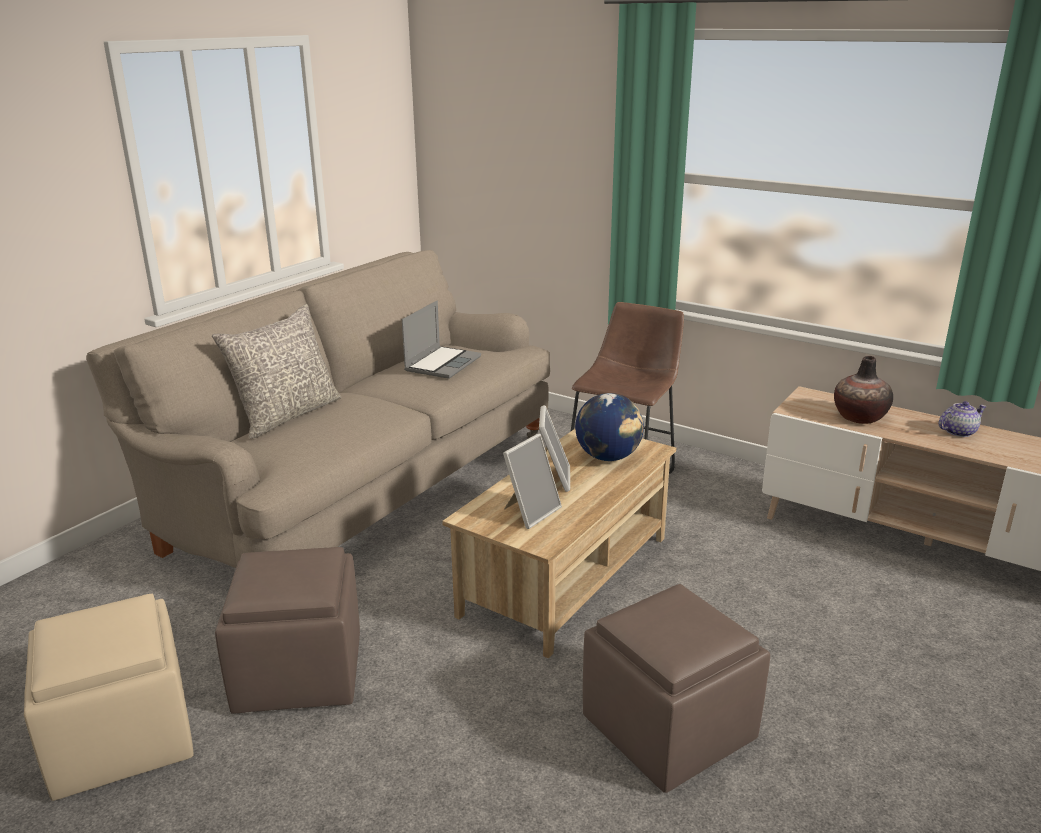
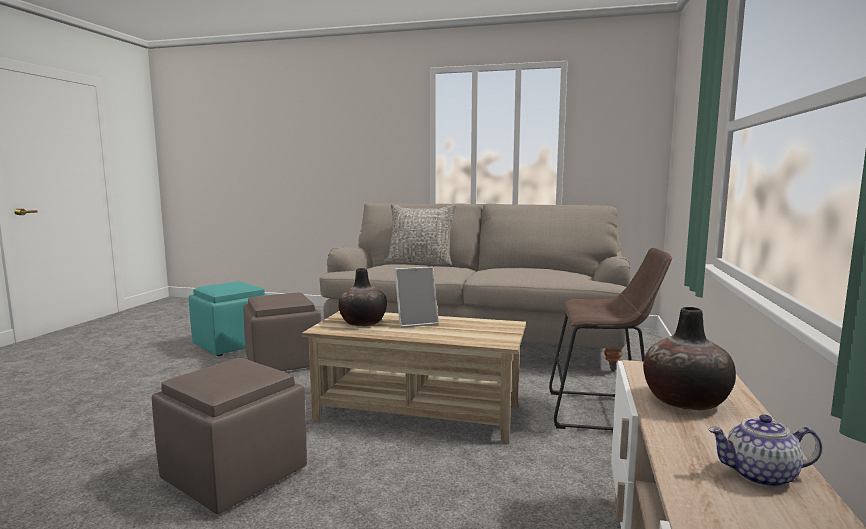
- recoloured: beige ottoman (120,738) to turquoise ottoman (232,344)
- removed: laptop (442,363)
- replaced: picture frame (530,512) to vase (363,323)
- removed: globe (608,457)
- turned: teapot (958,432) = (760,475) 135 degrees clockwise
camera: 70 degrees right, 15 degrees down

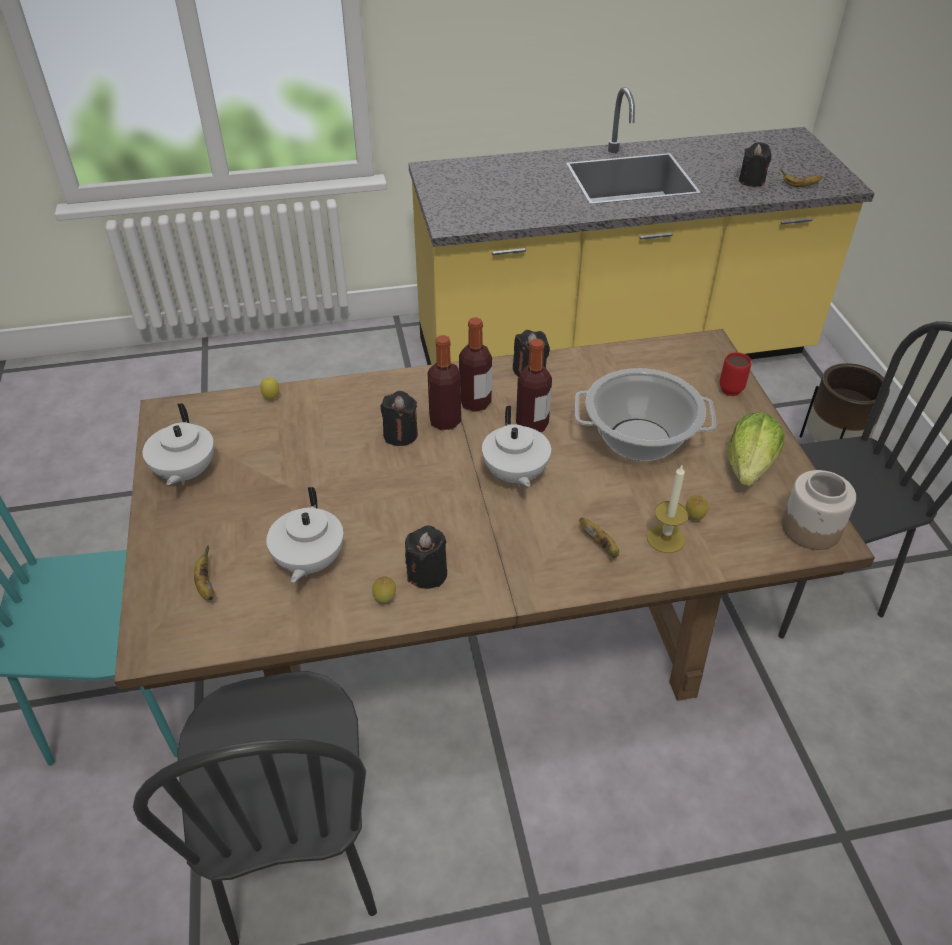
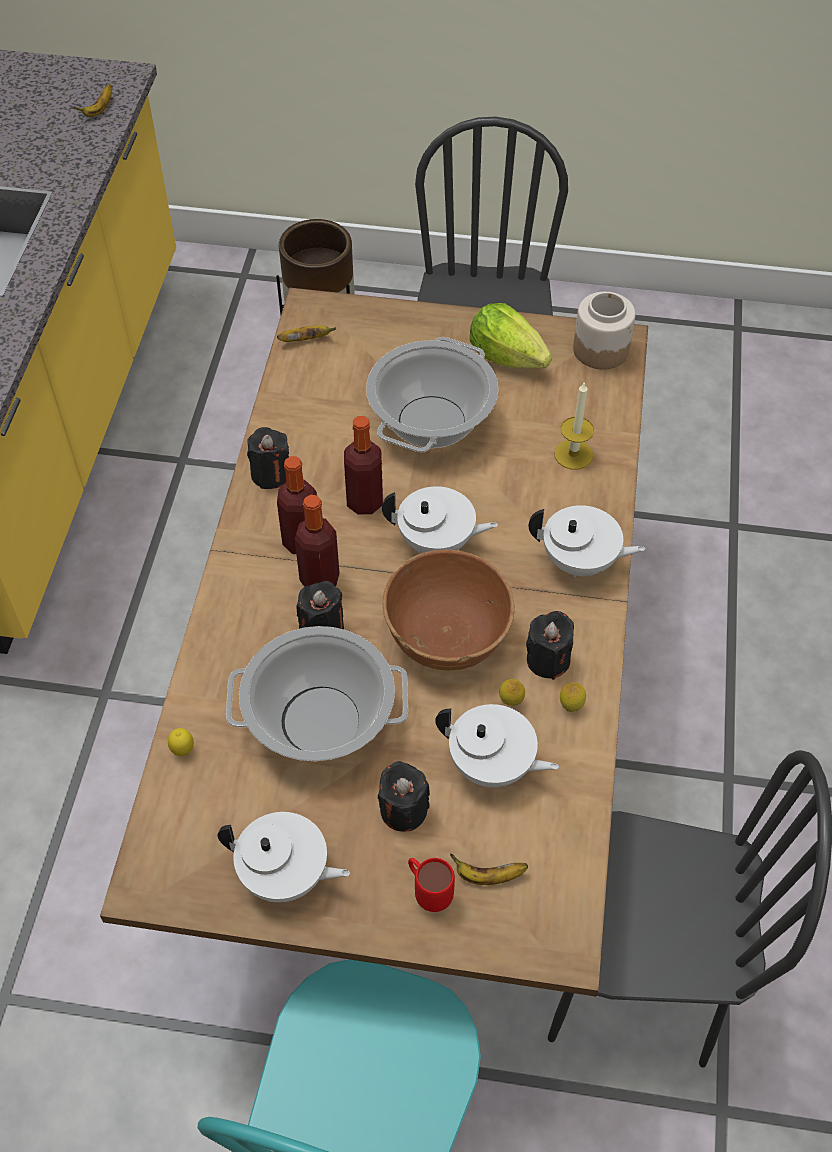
- moved: banana (600,545) to (306,340)
- moved: lemon (694,518) to (511,701)
- moved: red mug (732,387) to (428,892)
- moved: black candle (751,181) to (403,810)
- added: cooking pot (319,722)
- added: brown bowl (447,636)
- added: white teapot (580,562)
camera: 70 degrees left, 10 degrees up

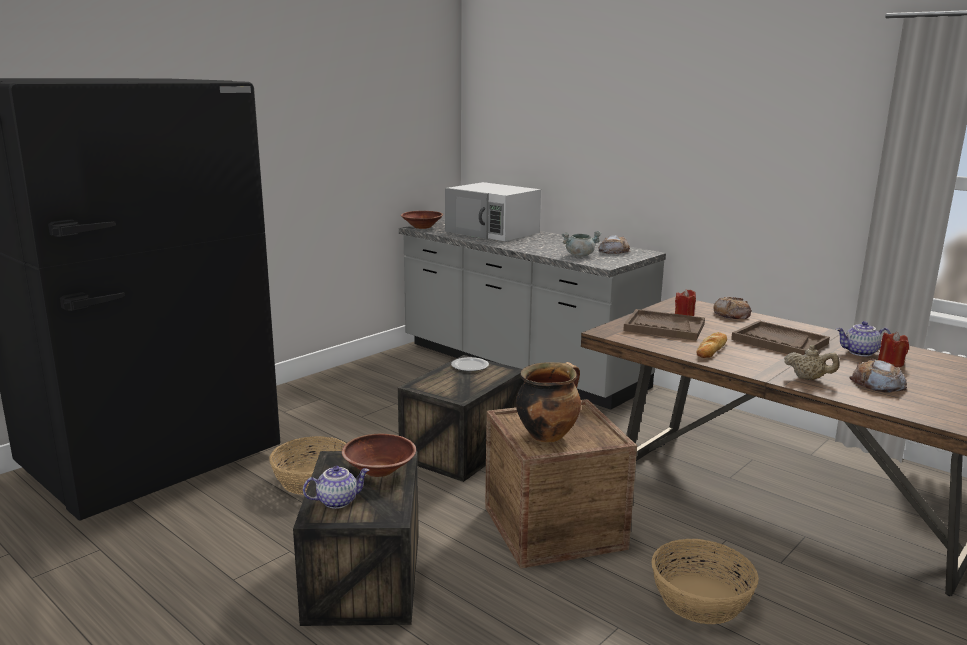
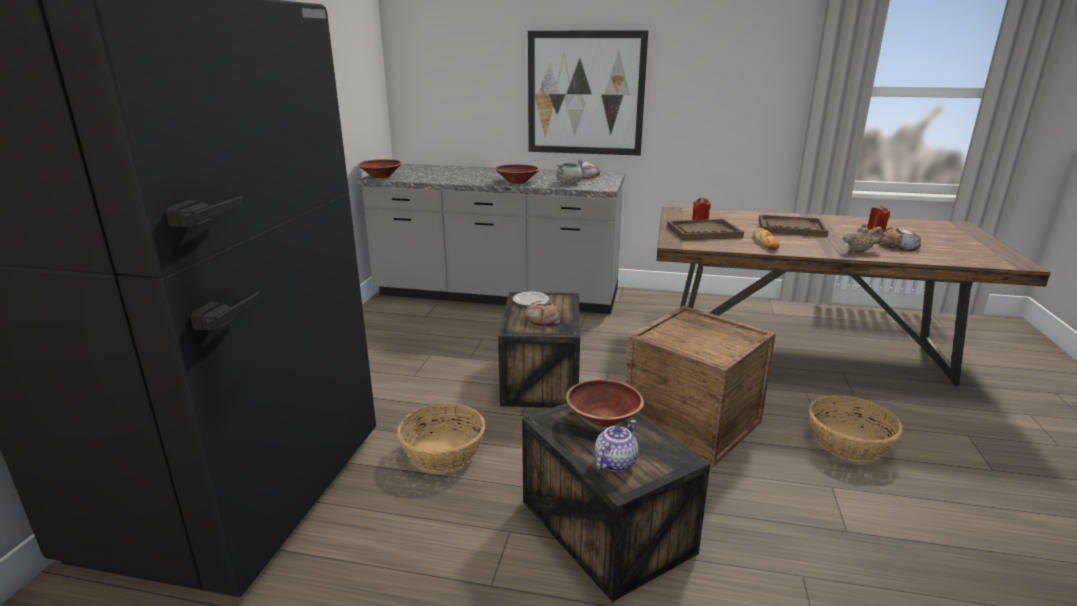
- removed: white microwave (493,232)
- removed: cooking pot (547,435)
- moved: bread (731,314) to (542,319)
- removed: teapot (860,353)
- added: brown bowl (517,182)
- added: picture (585,94)
camera: 30 degrees left, 5 degrees up

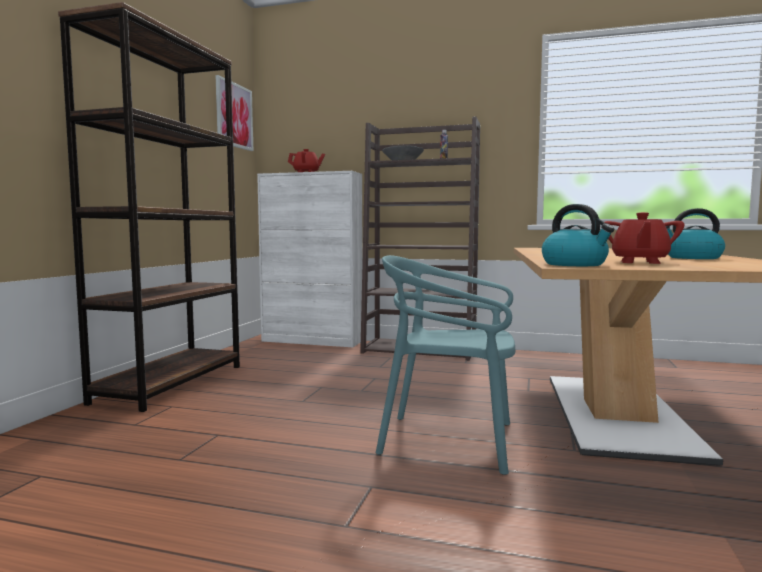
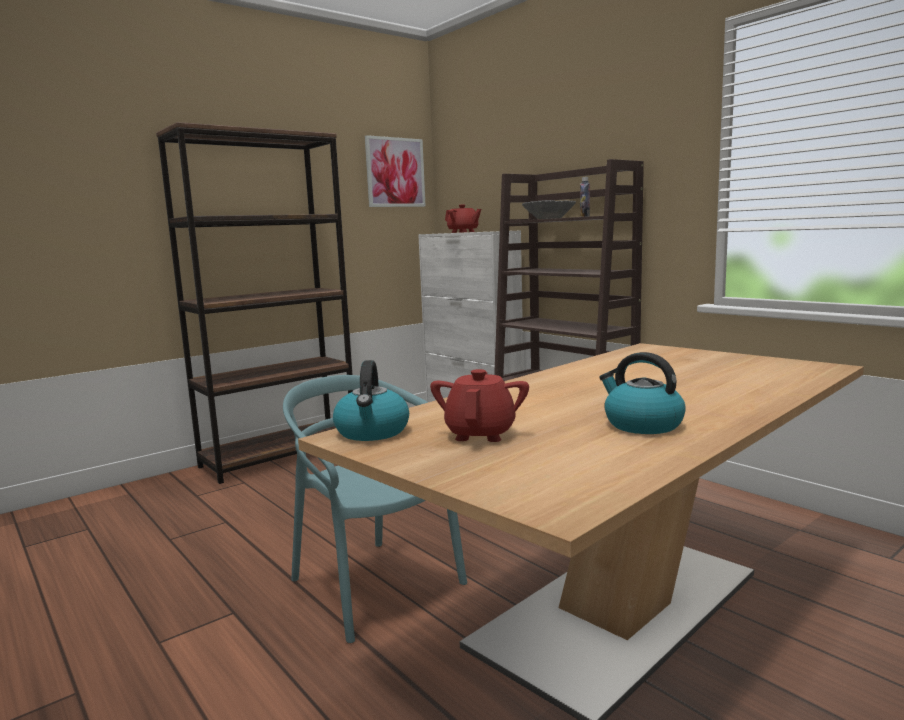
- turned: red teapot (639,262) = (480,434) 135 degrees clockwise
camera: 35 degrees right, 5 degrees up

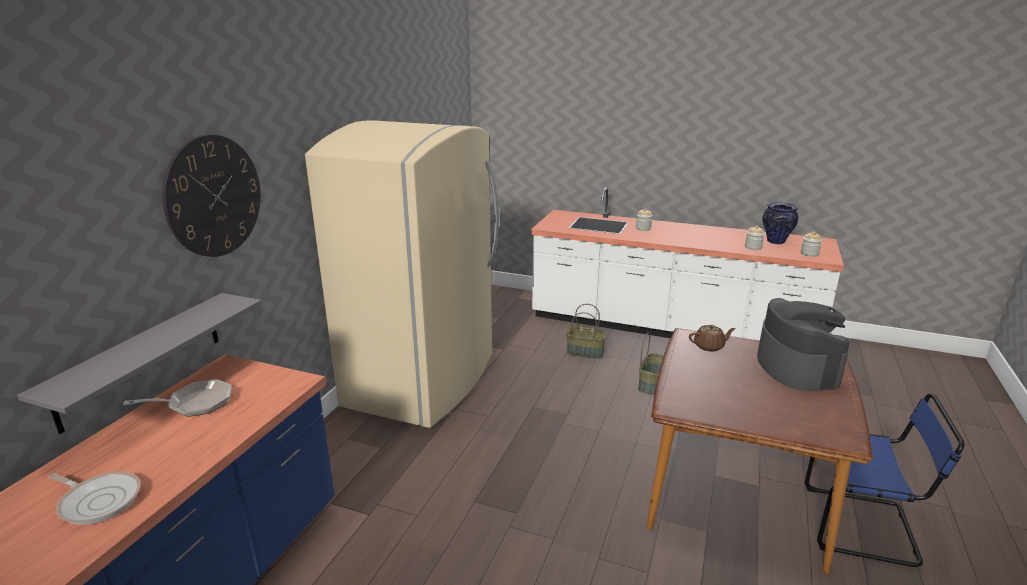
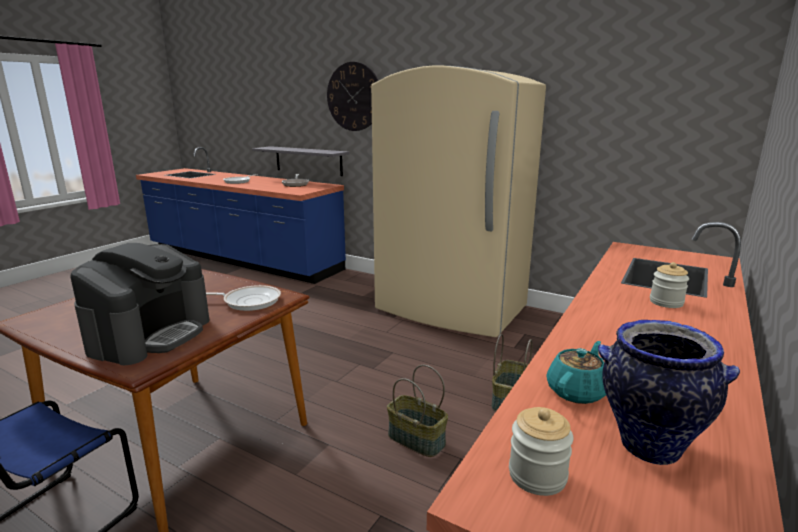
- replaced: brown teapot (709,346) to frying pan (249,301)
- replaced: jar (753,247) to turquoise teapot (577,391)
- turned: coffee machine (796,367) = (150,335) 75 degrees counterclockwise
camera: 100 degrees right, 5 degrees down

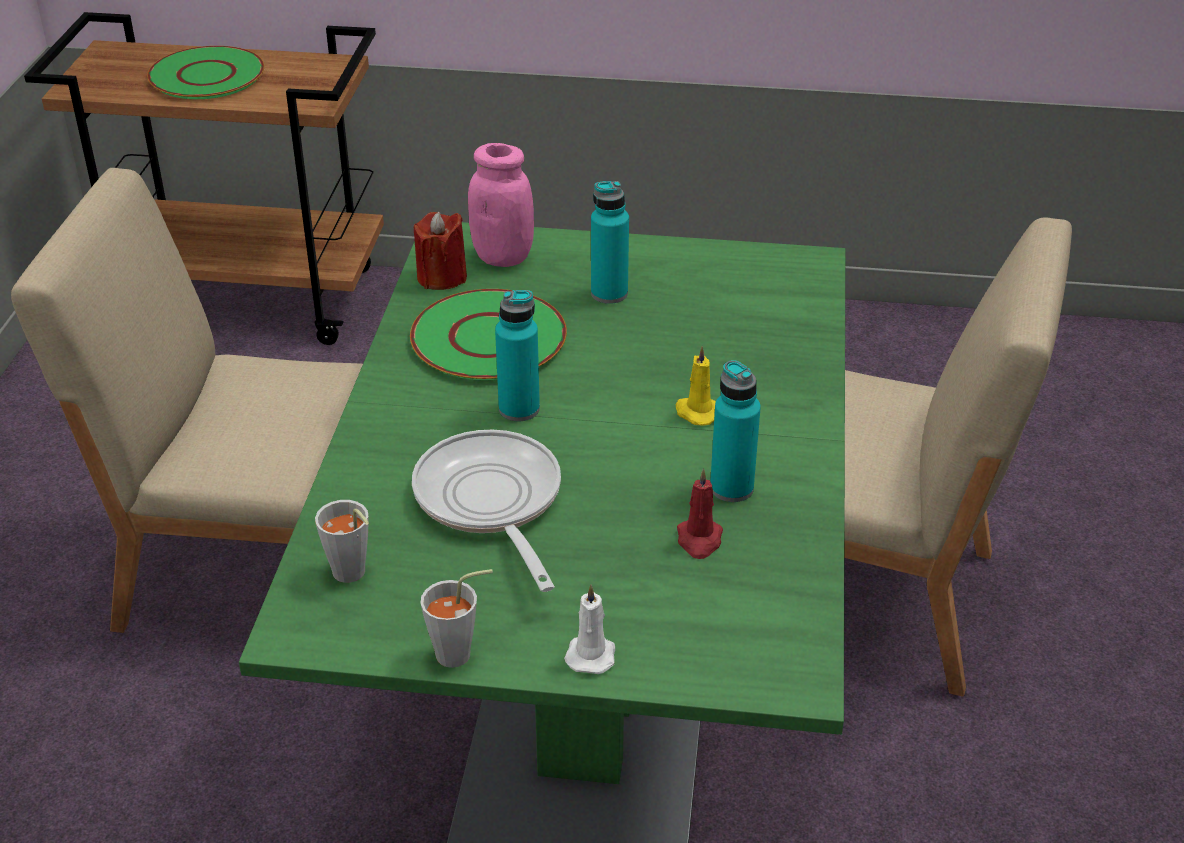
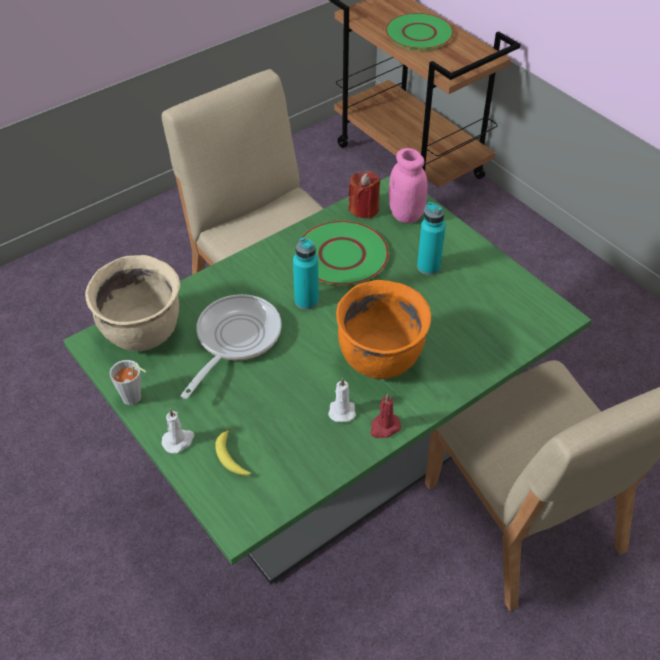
- replaced: grey cup (352,576) to beige cooking pot (143,333)
- replaced: yellow candle (696,412) to orange cooking pot (381,359)
- moved: red candle (699,540) to (384,427)
- replaced: turquoise bottle (731,488) to white candle (342,410)
- added: banana (231,458)
camera: 45 degrees right, 10 degrees up

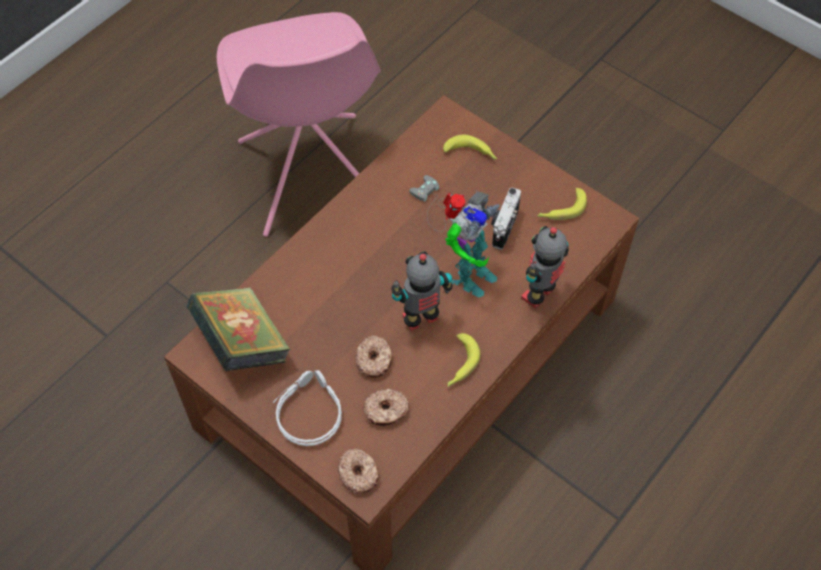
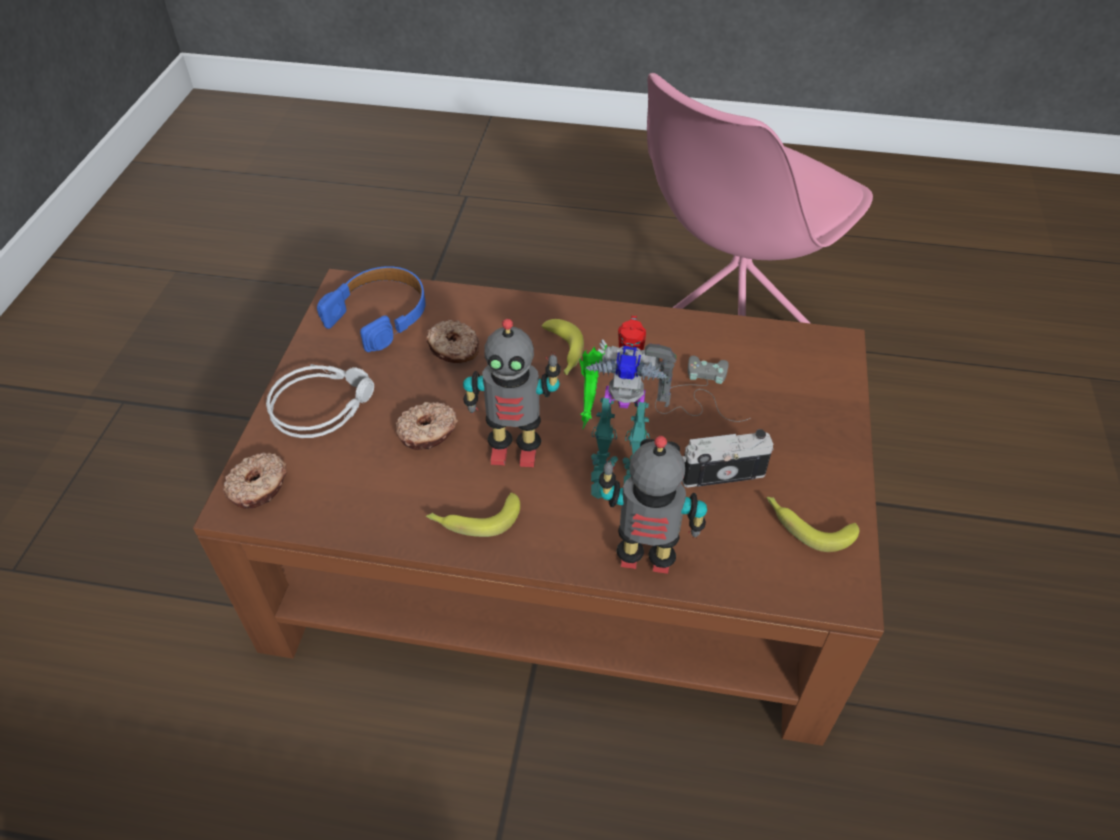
- replaced: book (242,343) to blue headphones (380,315)
- moved: donut (386,411) to (453,349)
- turned: toy robot (421,320) = (514,451) 150 degrees clockwise
- moved: banana (471,153) to (563,353)
camera: 60 degrees right, 10 degrees down

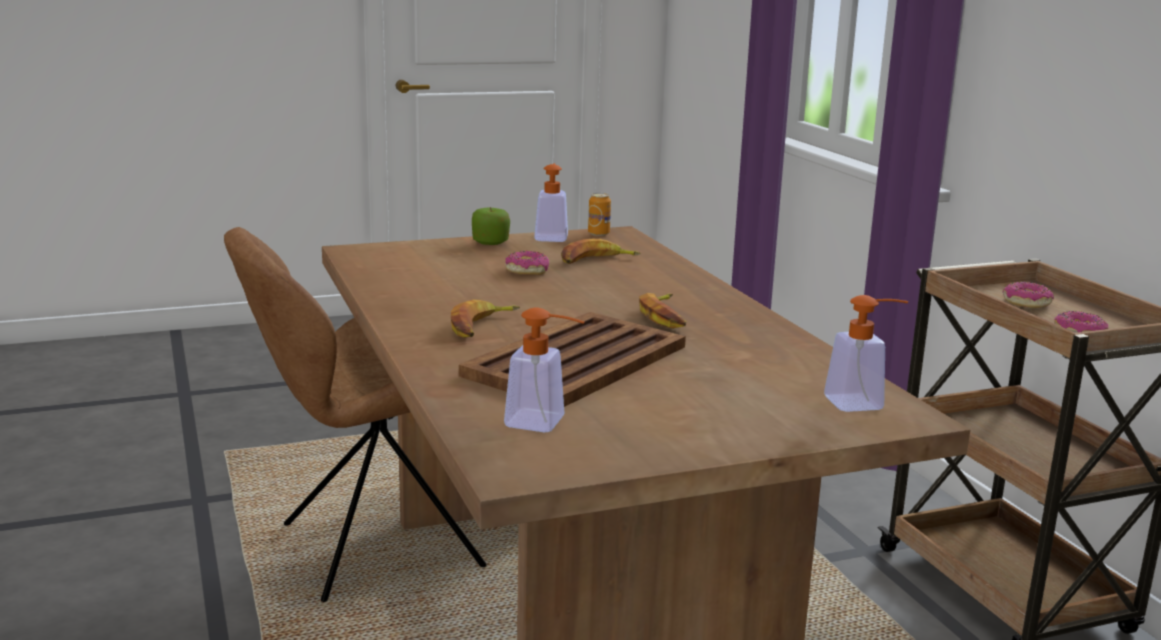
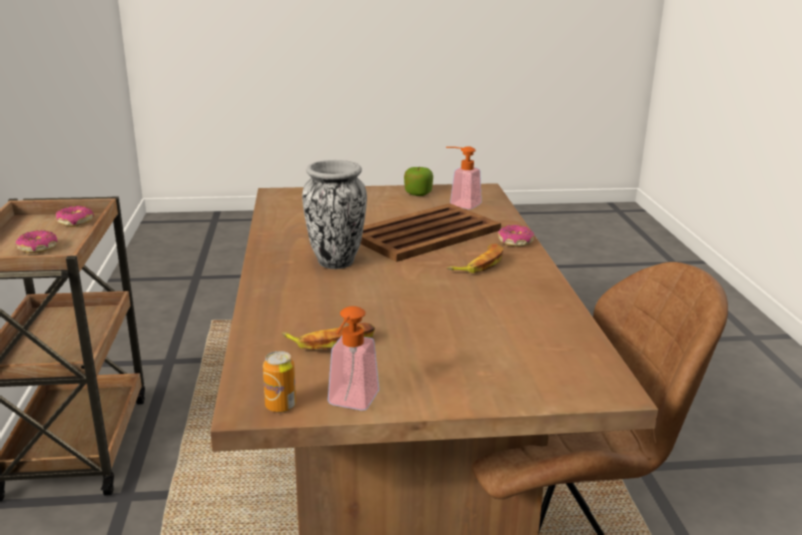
- moved: apple (490,243) to (418,193)
- moved: donut (527,271) to (515,242)
- replaced: banana (665,317) to vase (335,262)
- removed: soap dispenser (863,403)
camera: 165 degrees left, 5 degrees up

